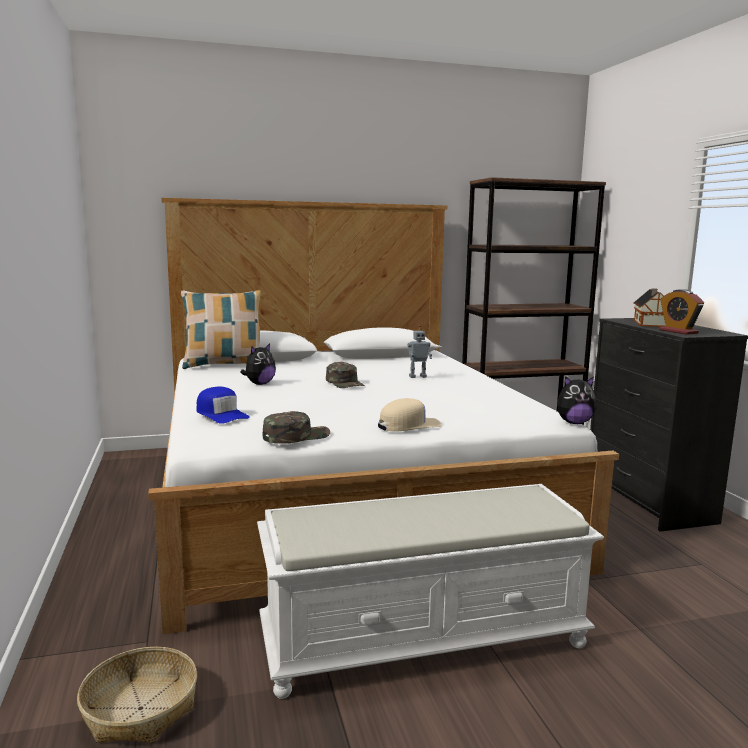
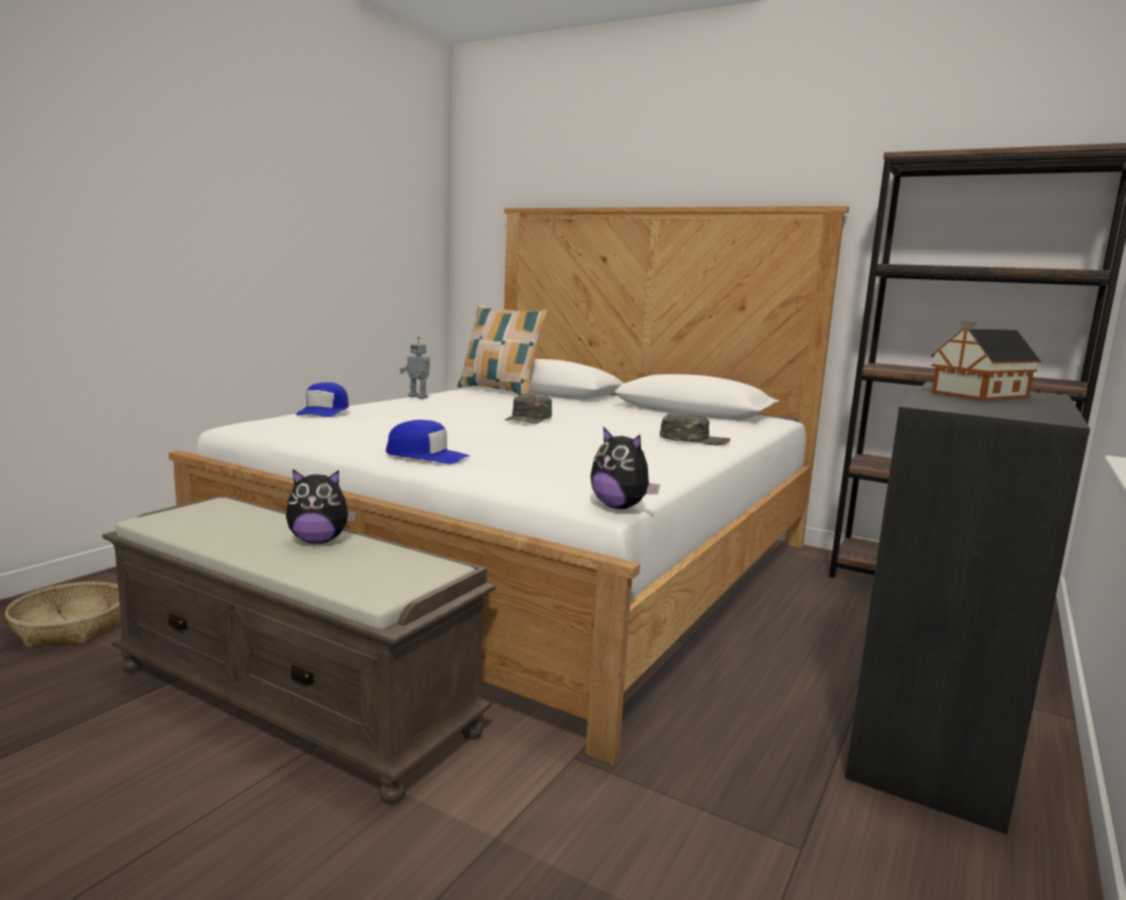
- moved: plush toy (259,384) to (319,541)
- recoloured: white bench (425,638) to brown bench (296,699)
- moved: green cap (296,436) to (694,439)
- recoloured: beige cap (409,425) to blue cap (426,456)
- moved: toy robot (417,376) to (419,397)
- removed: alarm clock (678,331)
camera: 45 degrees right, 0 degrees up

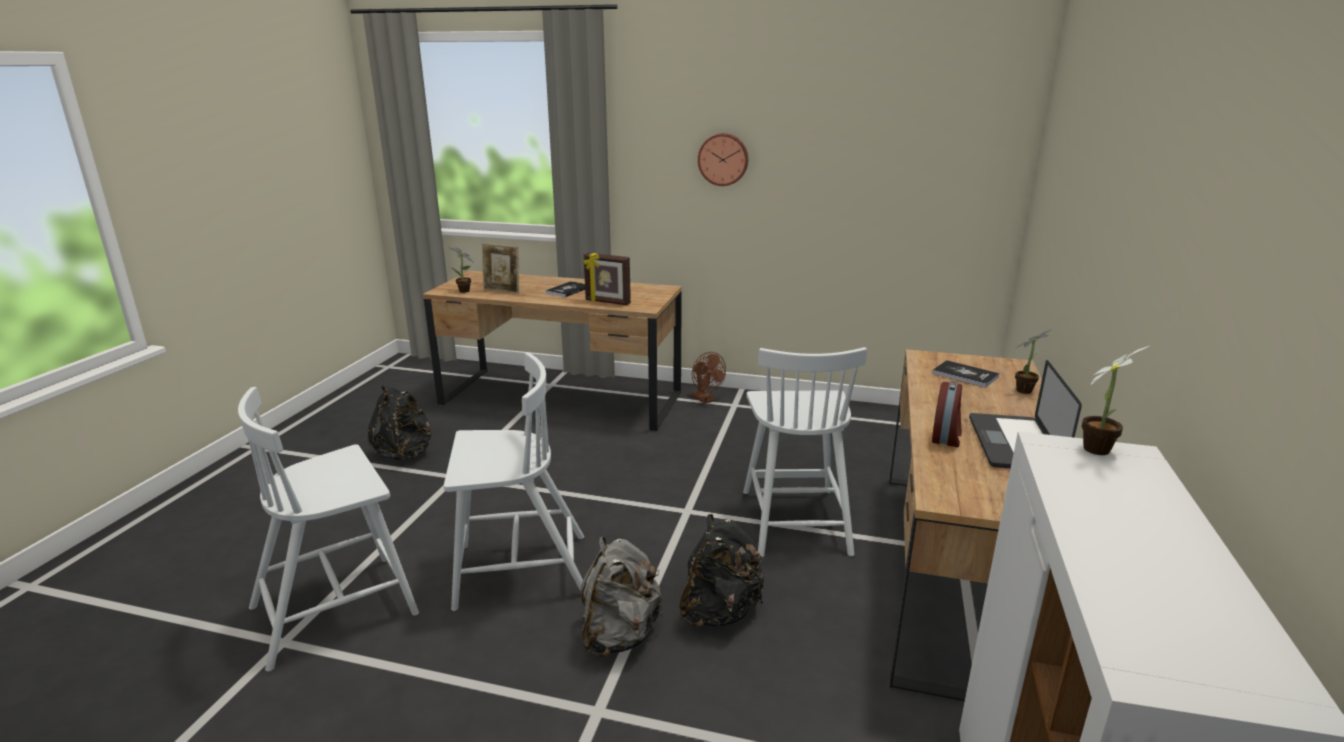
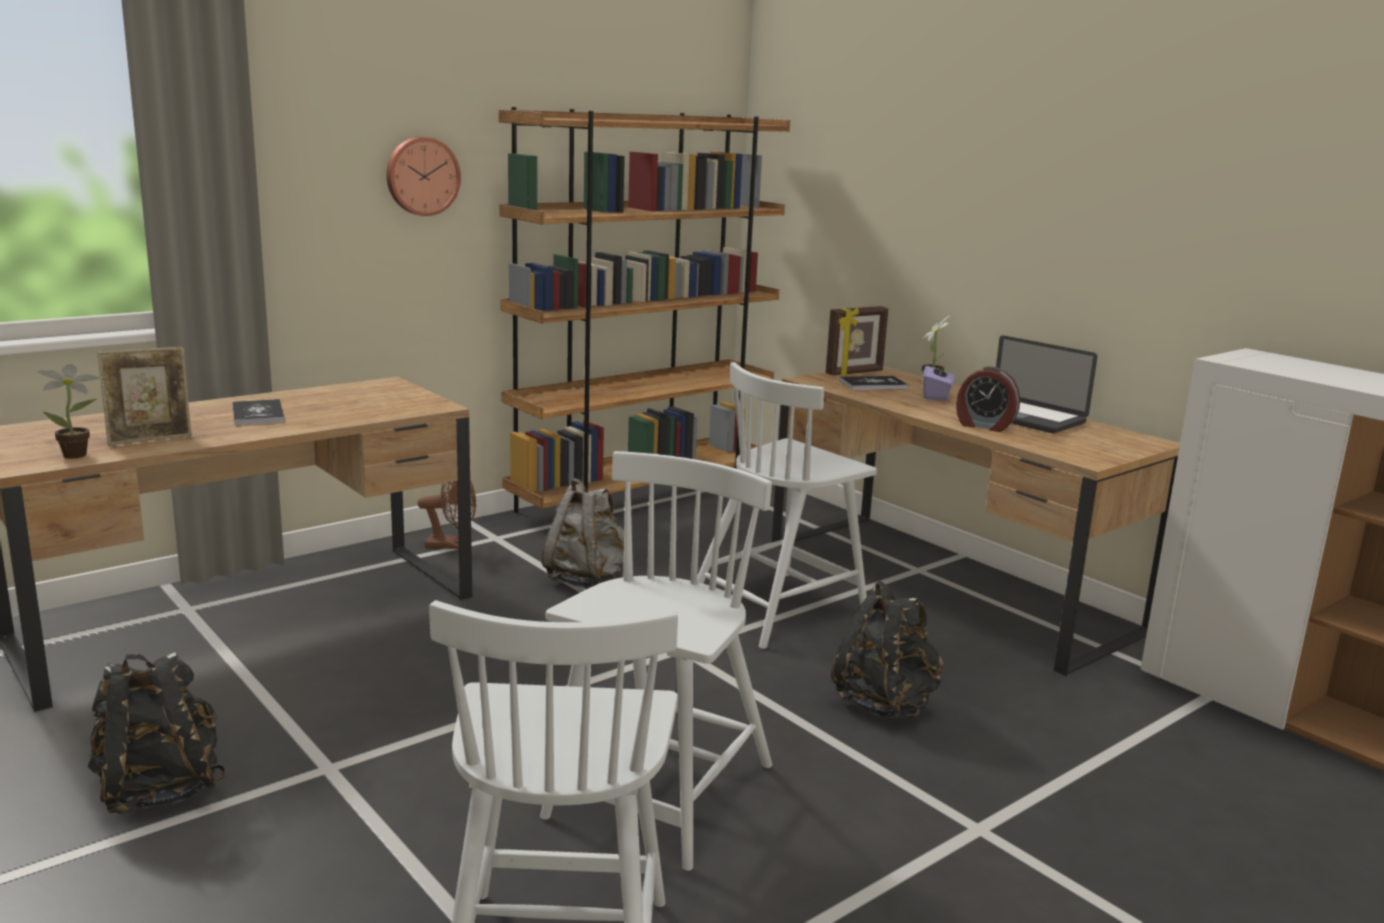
- moved: grey backpack (619,635) to (587,580)
- moved: picture frame (607,302) to (855,373)
- turned: white chair (795,520) = (778,608) 105 degrees clockwise
- turned: alarm clock (946,437) = (984,426) 150 degrees clockwise
- removed: potted plant (1098,448)
- added: brown bookcase (641,499)
- added: purple tissue box (936,396)
camera: 55 degrees left, 5 degrees down

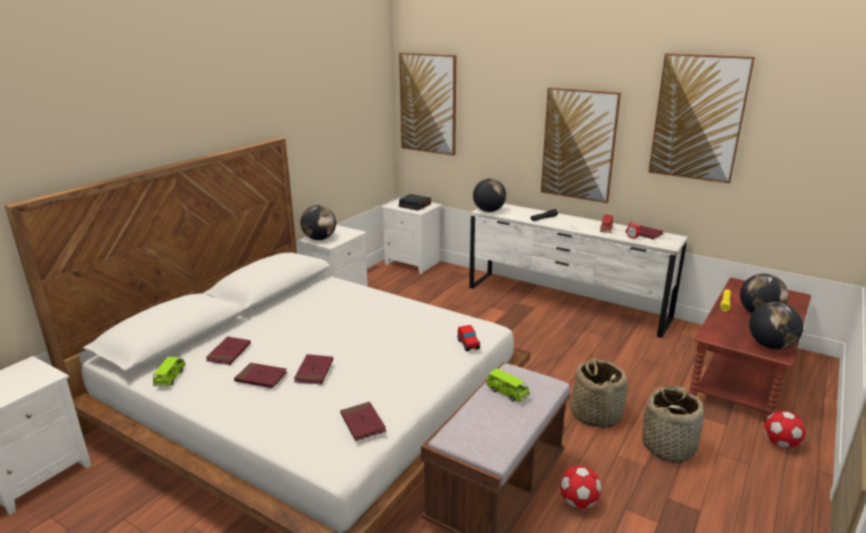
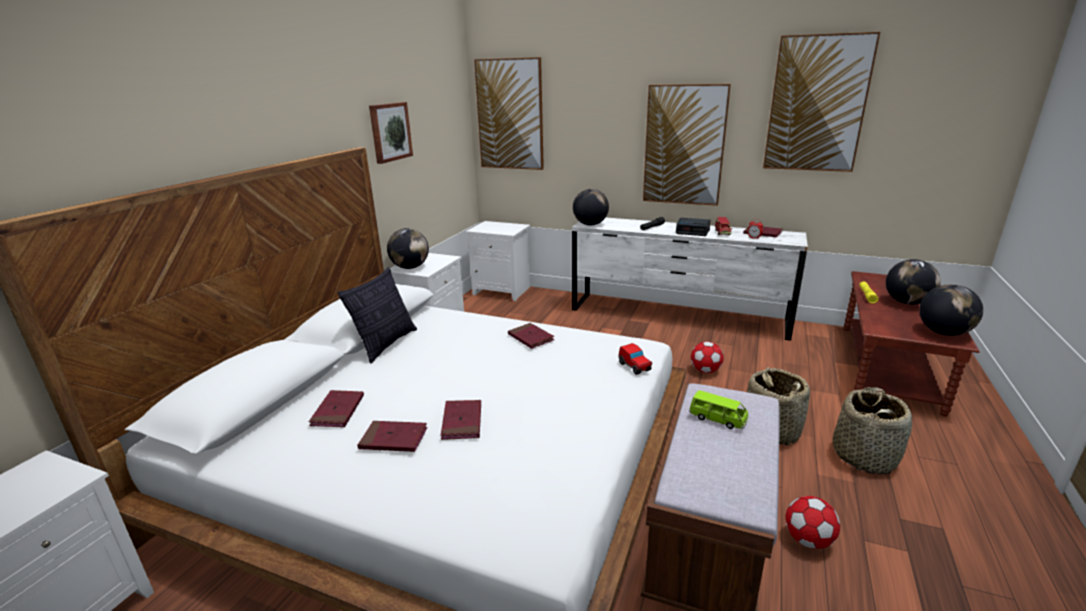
- removed: green toy car (170,378)
- moved: red book (363,423) to (530,338)
- moved: alarm clock (415,205) to (693,231)
- moved: football (780,443) to (705,370)
- added: pillow (386,344)
- added: picture (390,132)
camera: 10 degrees left, 0 degrees up

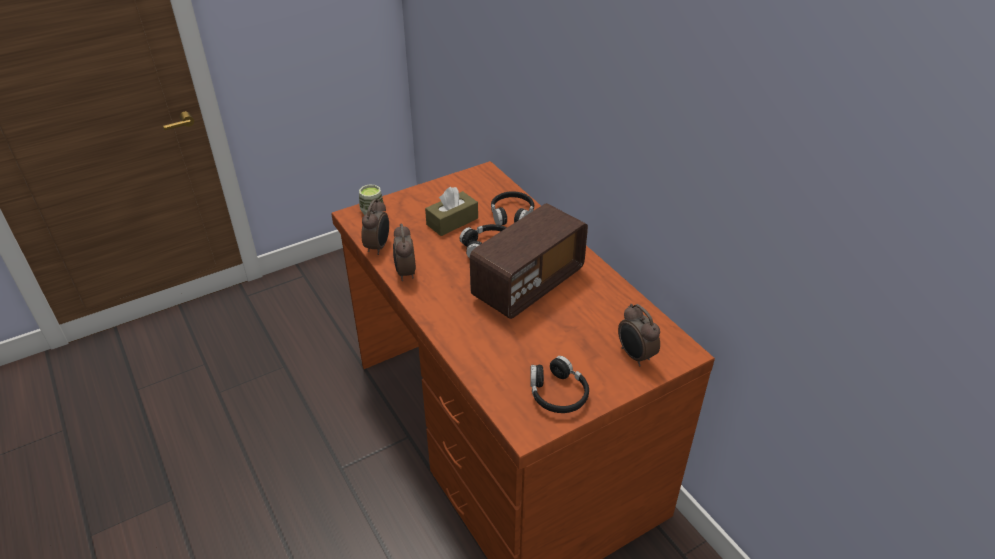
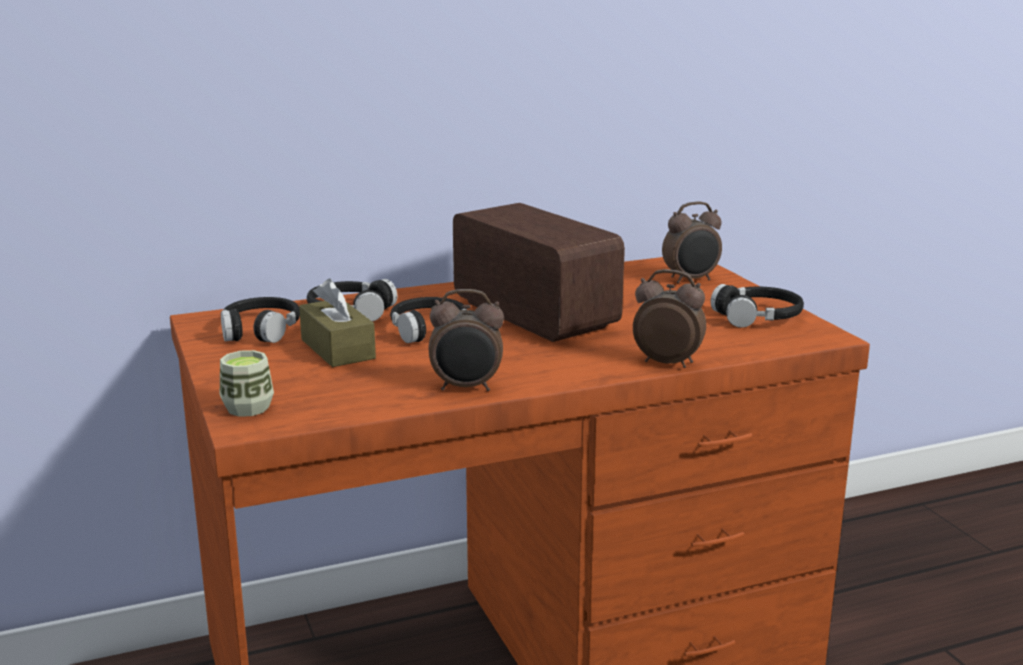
- moved: alarm clock (378,247) to (667,362)
- added: black headphones (260,331)
camera: 80 degrees left, 20 degrees down

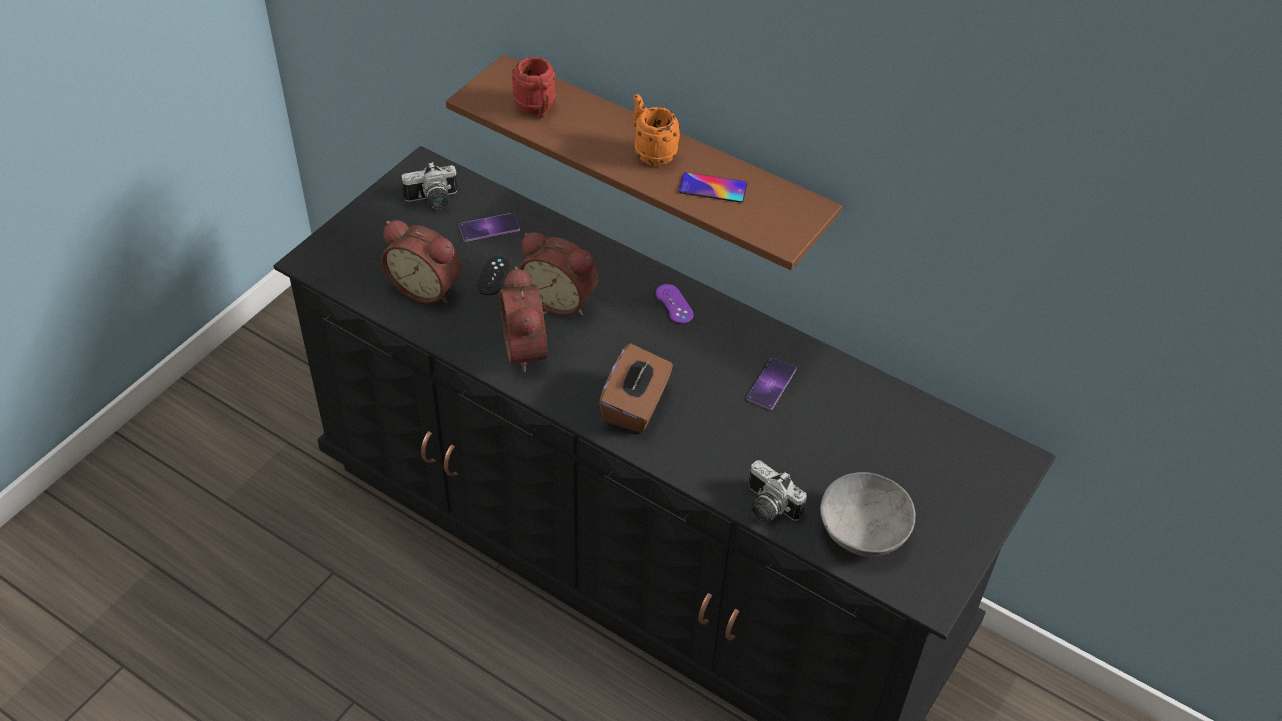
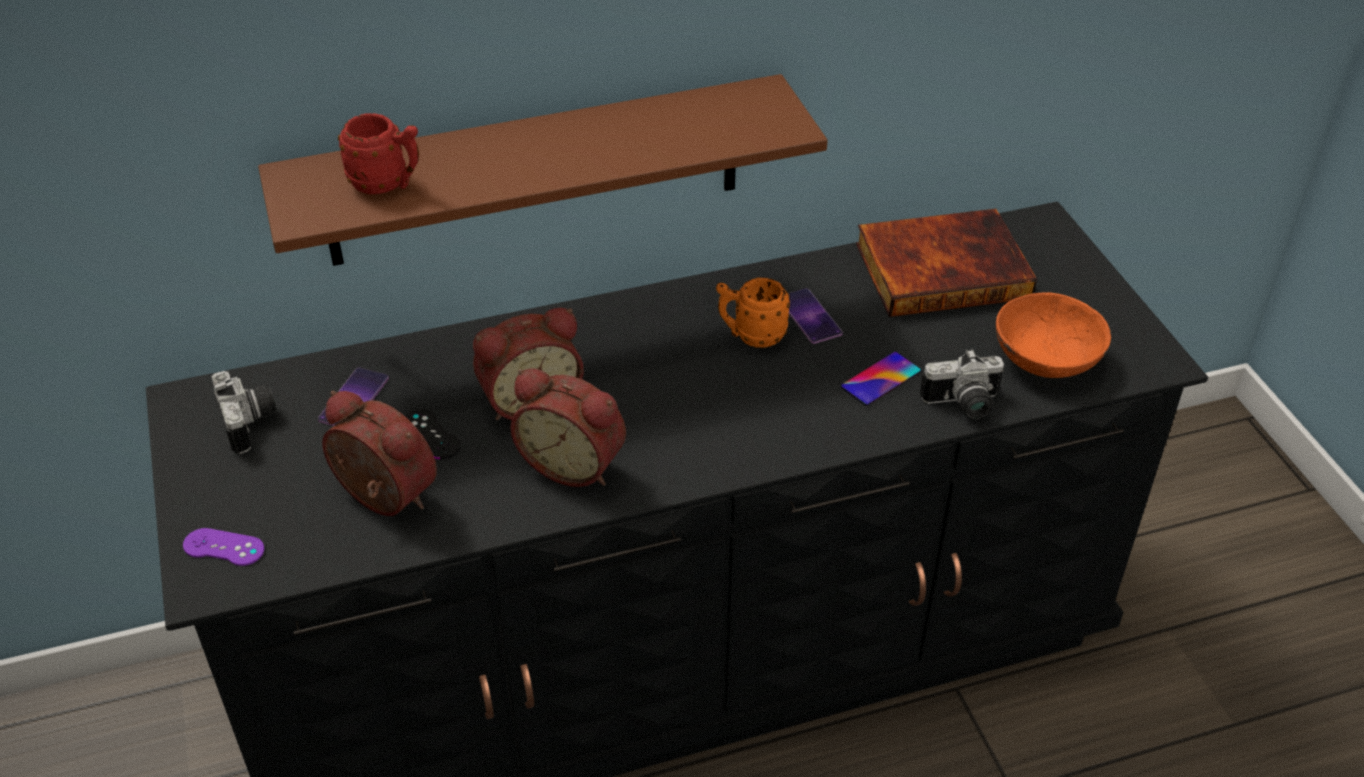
- turned: alarm clock (427,287) = (381,499) 120 degrees counterclockwise
- turned: photo camera (433,201) = (251,422) 45 degrees counterclockwise
- removed: brown tissue box (636,406)
- moved: orange mug (651,152) to (751,335)
- moved: purple game controller (674,304) to (223,547)
- moved: phone (712,188) to (880,379)
- recoloured: grey bowl (864,530) to orange bowl (1045,357)
- added: book (942,268)
camera: 50 degrees left, 5 degrees down

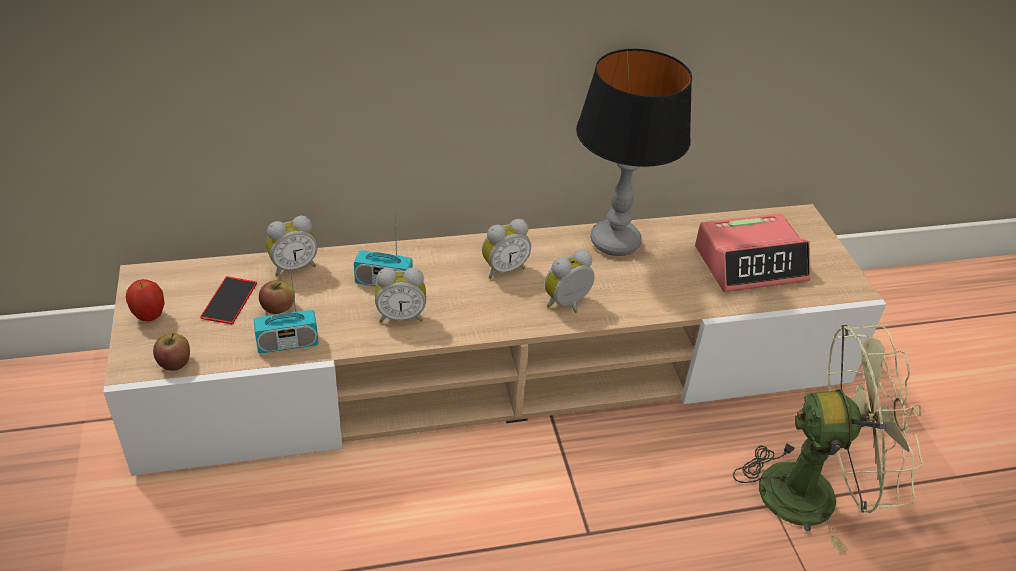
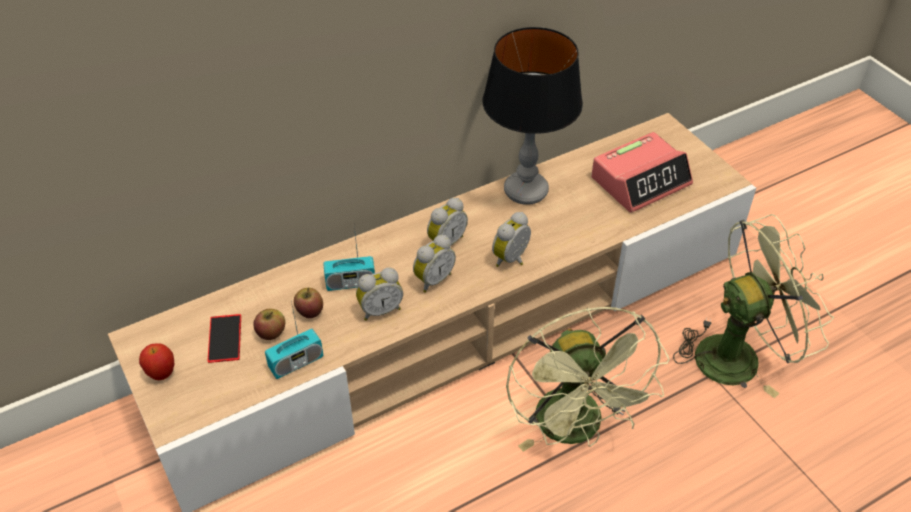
- moved: apple (174,362) to (310,311)
- moved: alarm clock (293,266) to (432,279)
- added: green fan (576,429)
camera: 15 degrees left, 5 degrees up

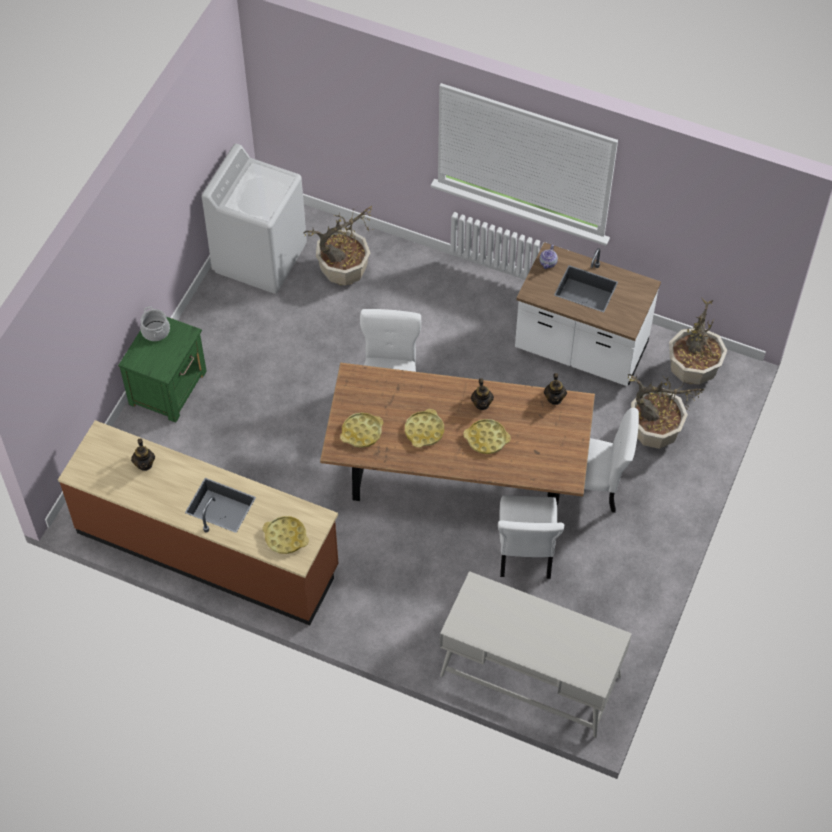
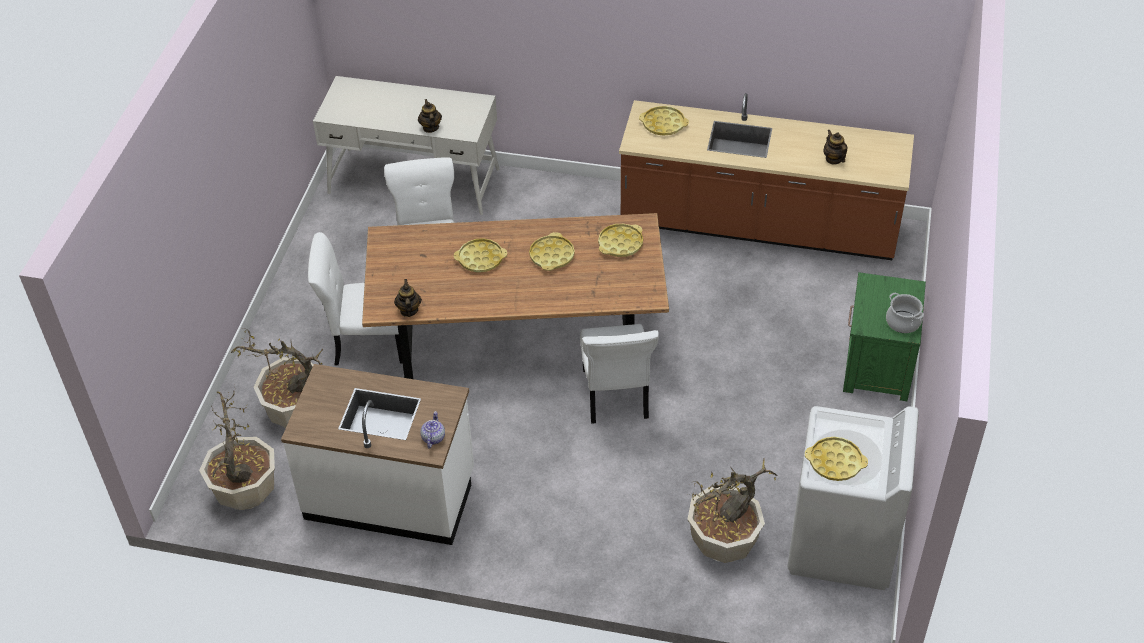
- moved: teapot (482,403) to (430,127)
- added: yellow tray (835,462)
camera: 170 degrees right, 10 degrees down

